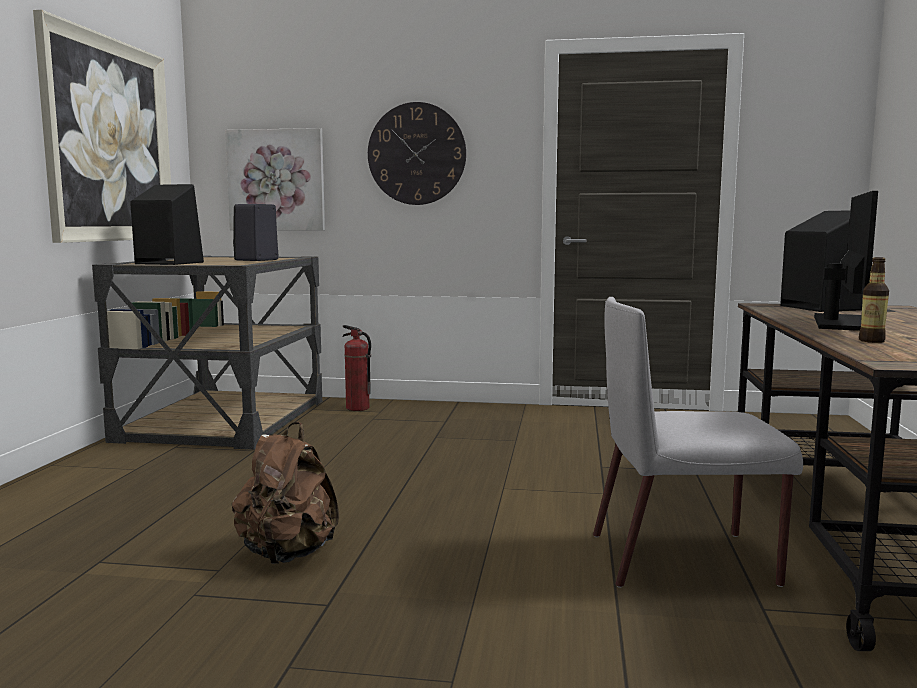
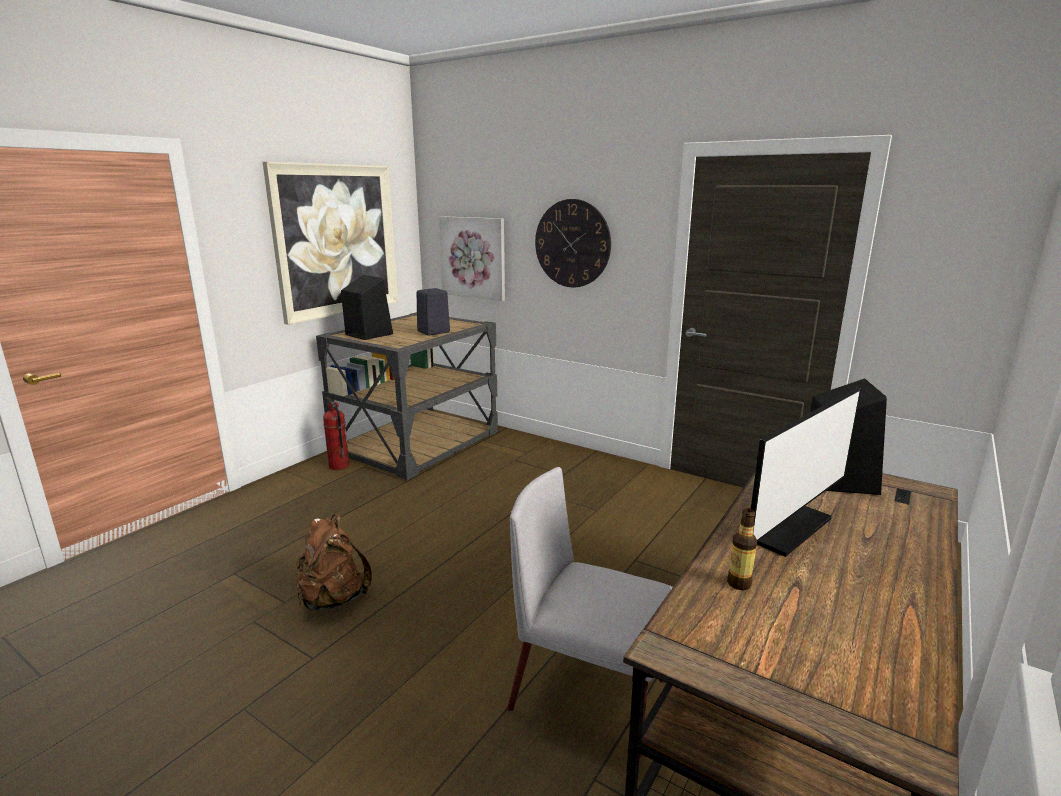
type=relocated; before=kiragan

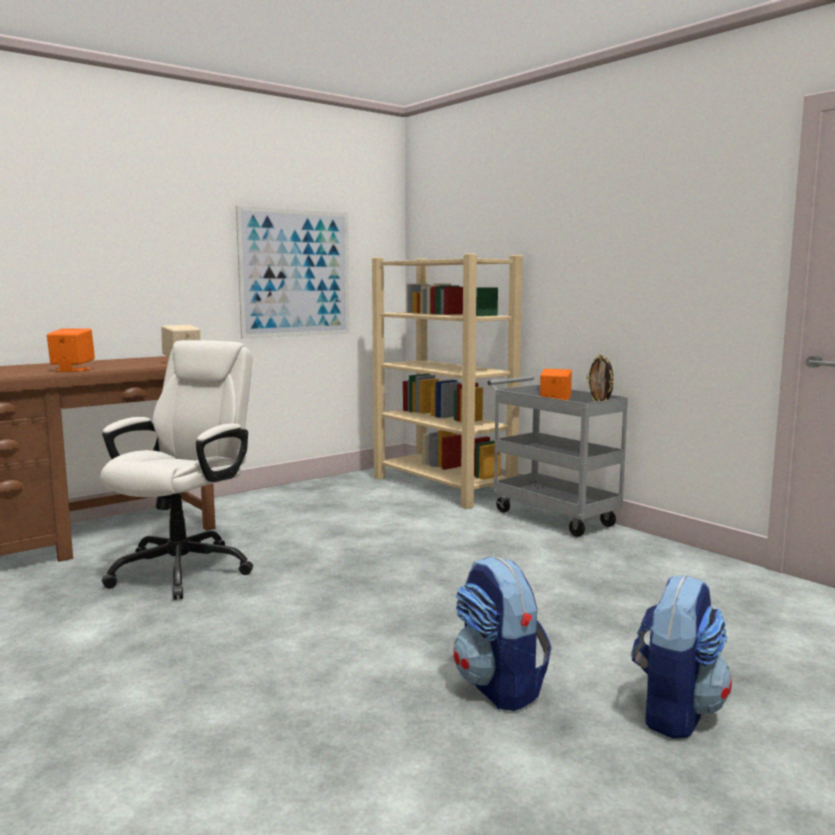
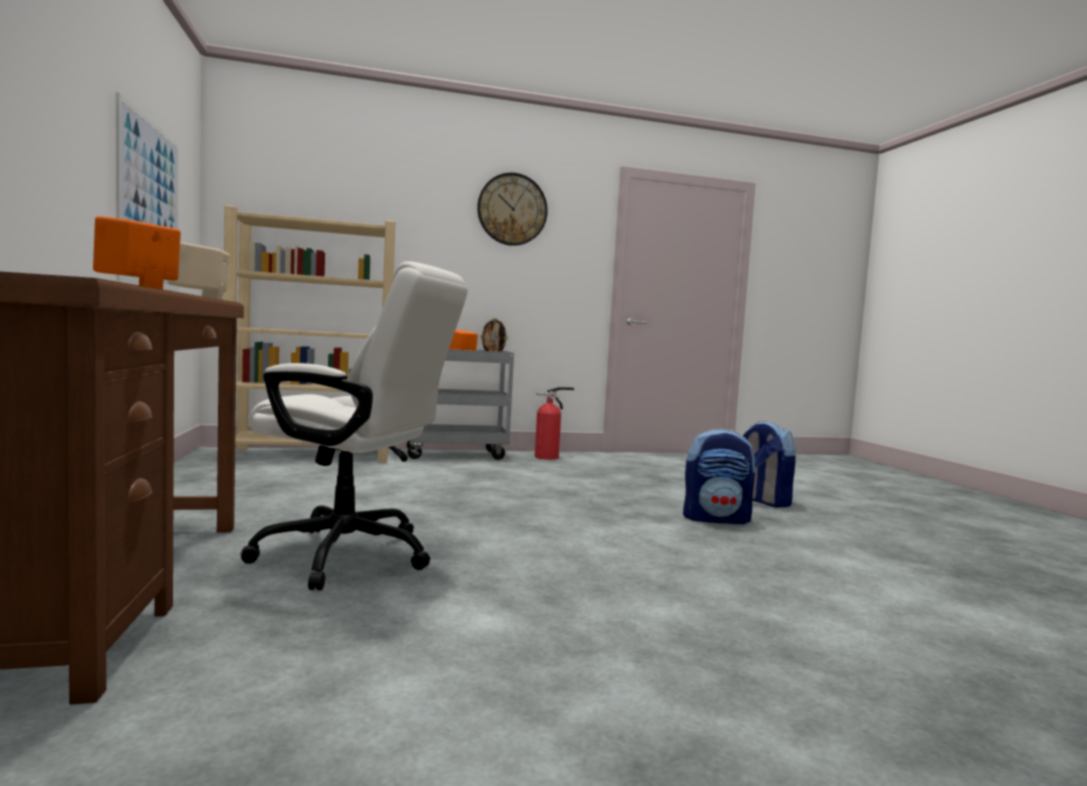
type=spun; before=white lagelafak; turn=150
type=appeared; after=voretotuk
type=appeared; after=kiragan

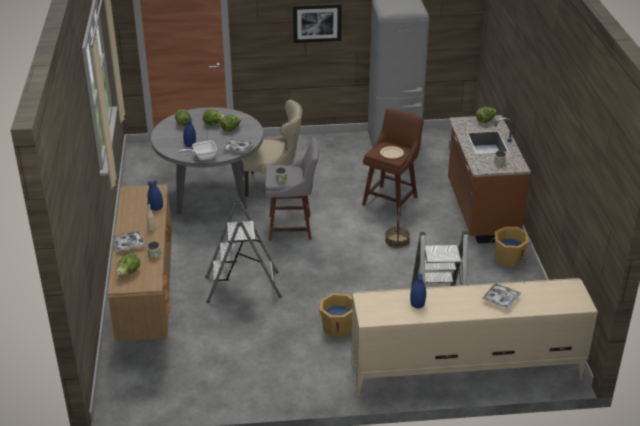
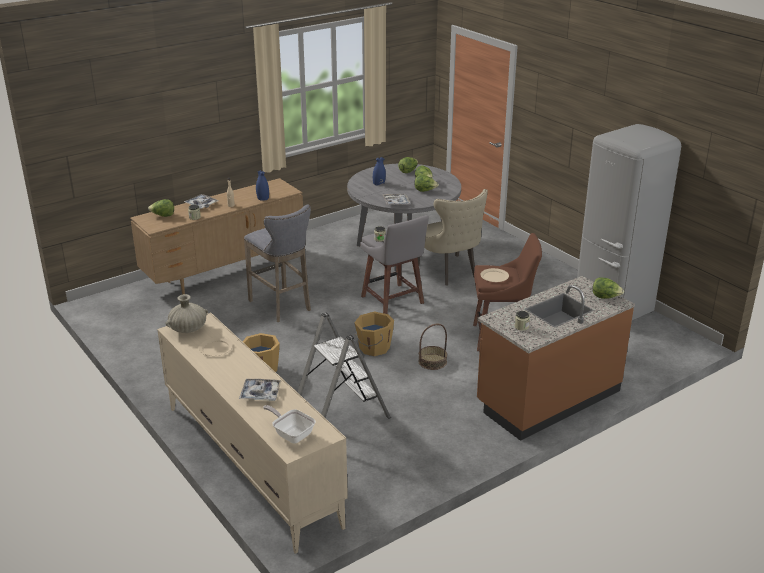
type=relocated; before=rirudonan
type=exchanged; before=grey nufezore (no. 1 from left); after=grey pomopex (no. 1 from left)
type=missing; before=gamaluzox
type=exchanged; before=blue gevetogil (no. 3 from left); after=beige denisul (no. 1 from left)
type=relocated; before=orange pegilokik (no. 2 from left)
type=appeared; after=beige gevetogil

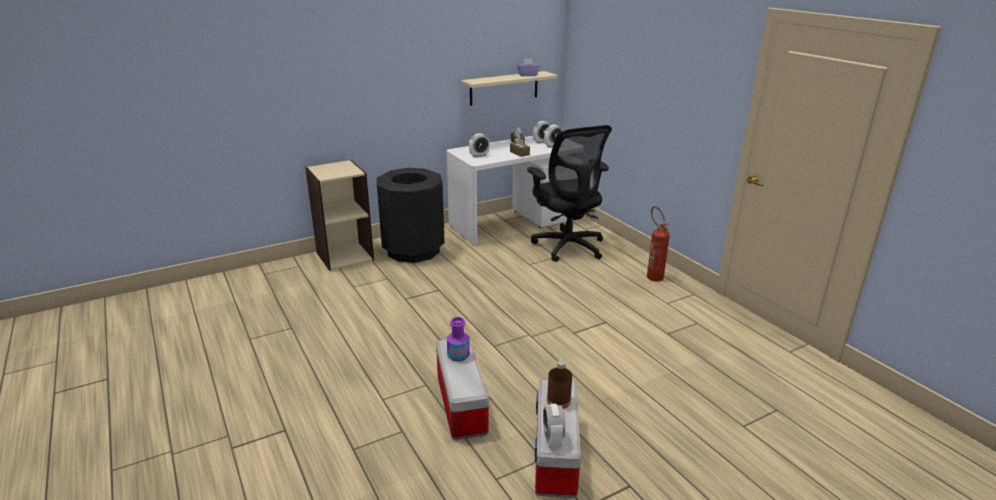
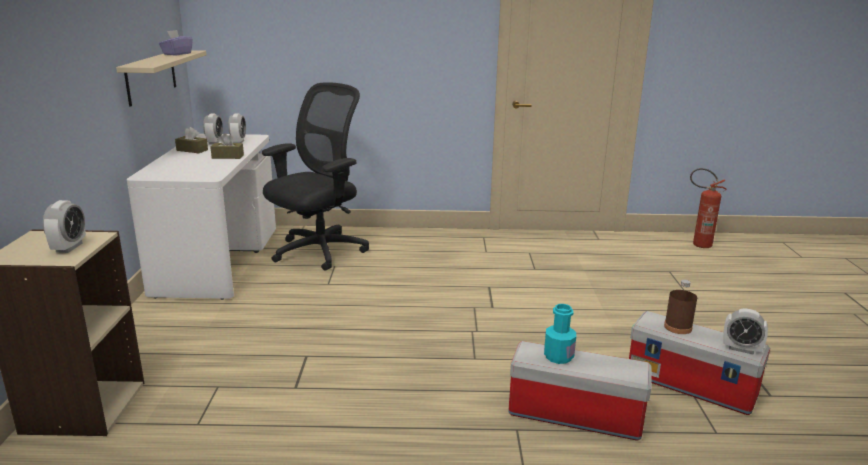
type=missing; before=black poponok
type=colour; before=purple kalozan; after=turquoise kalozan
type=relocated; before=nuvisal (no. 1 from left)
type=spun; before=black lagelafak; turn=-60
type=relocated; before=kiragan

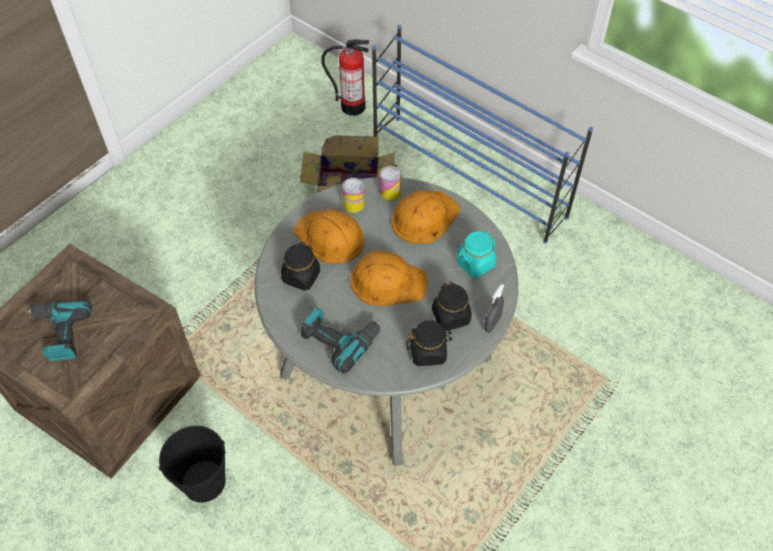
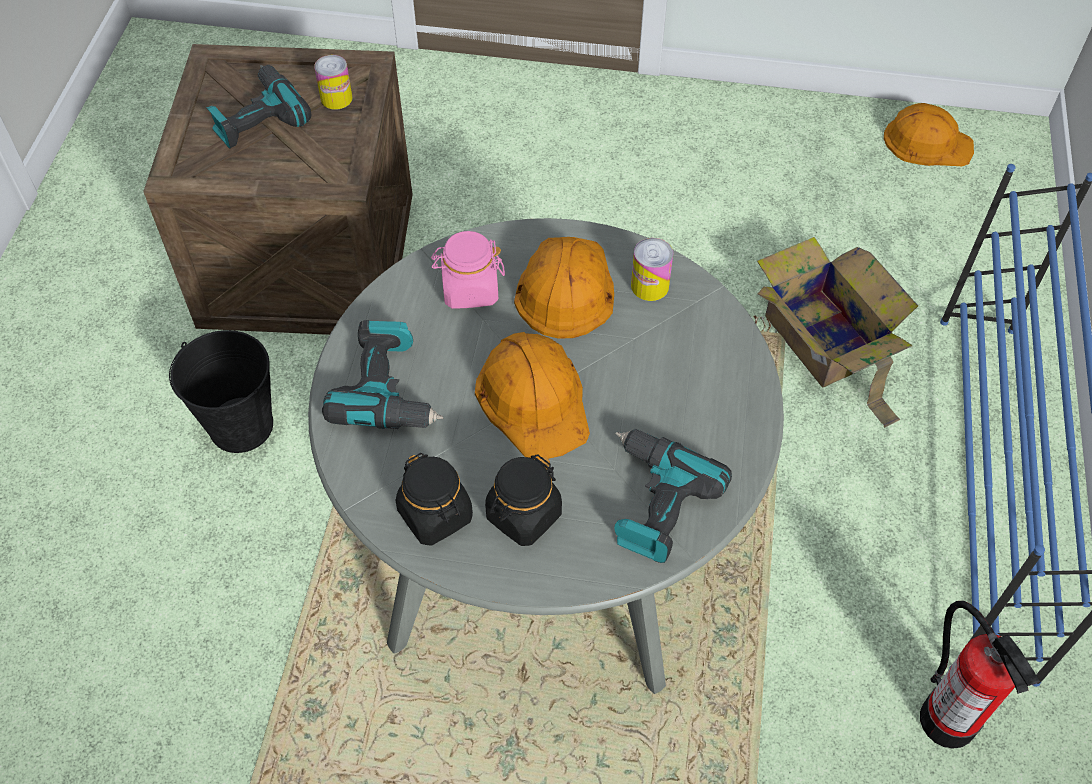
type=colour; before=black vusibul (no. 1 from left); after=pink vusibul
type=relocated; before=kiragan
type=relocated; before=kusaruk (no. 2 from left in the first image); after=kusaruk (no. 1 from left)
type=relocated; before=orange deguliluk (no. 3 from left)
type=exchanged; before=turquoise vusibul; after=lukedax (no. 3 from left)
type=missing; before=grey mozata

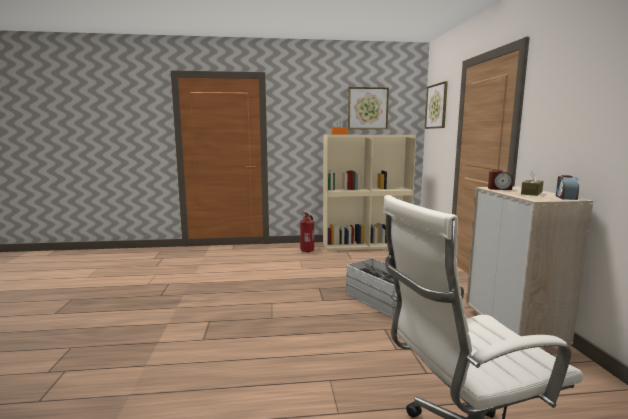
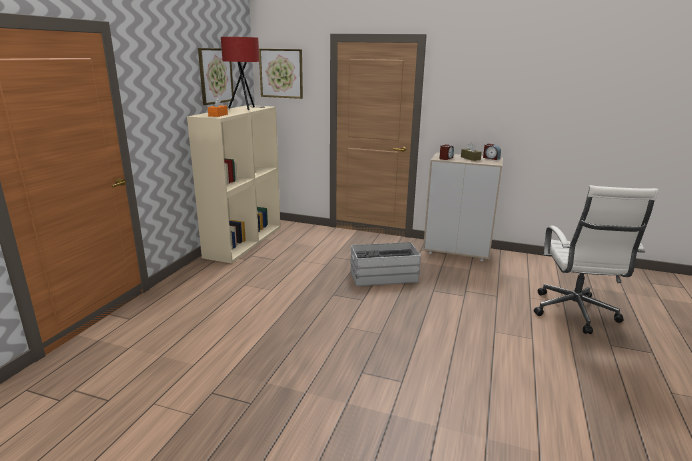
type=missing; before=kiragan
type=appeared; after=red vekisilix

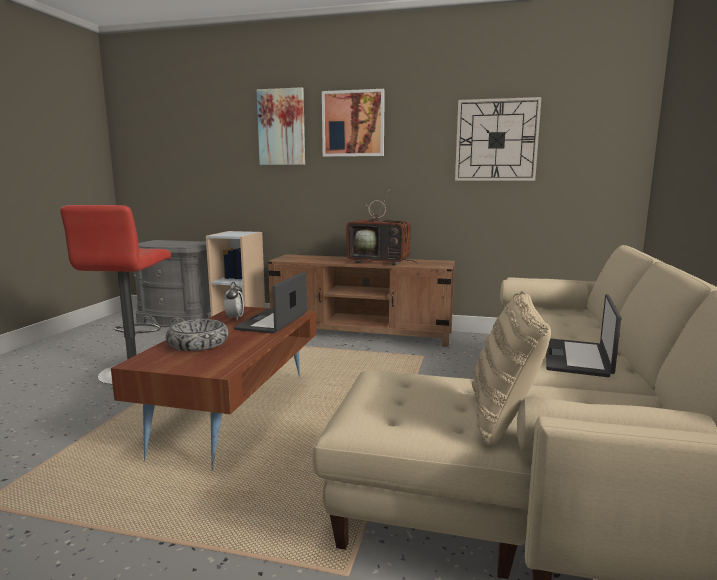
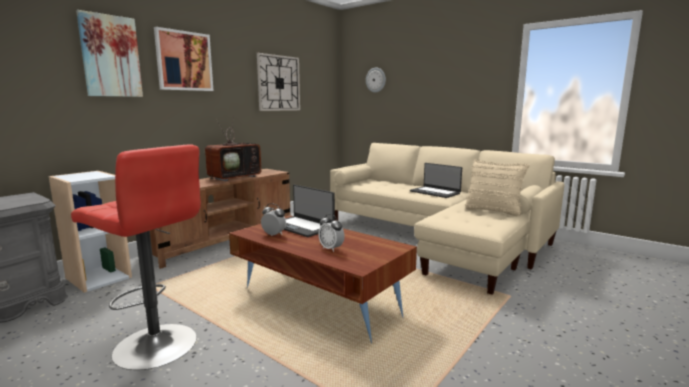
type=exchanged; before=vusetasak; after=nuvisal (no. 2 from left)
type=appeared; after=voretotuk (no. 2 from left)

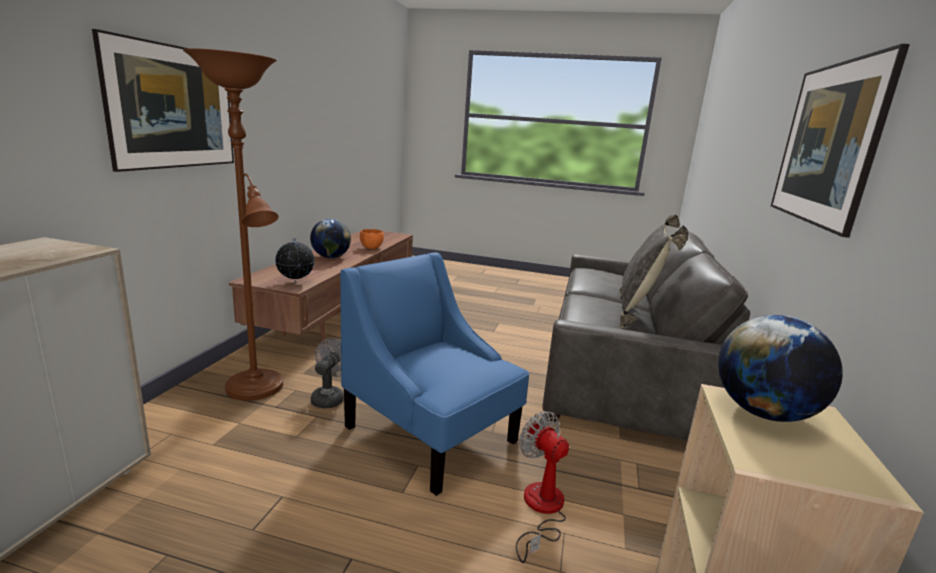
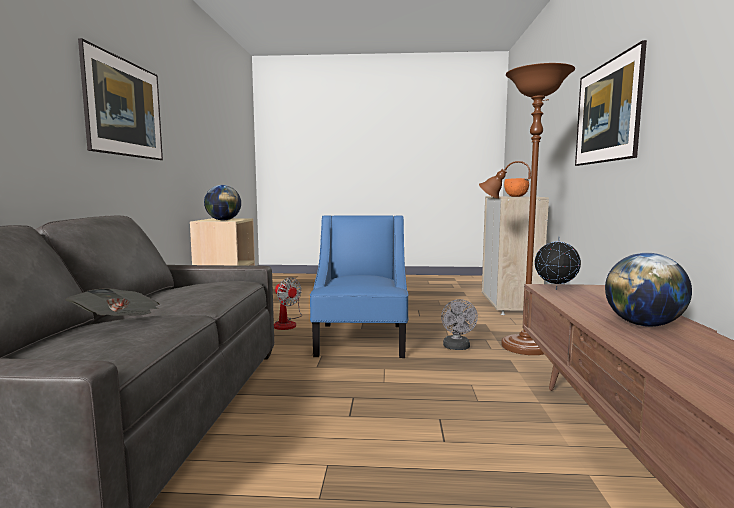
type=spun; before=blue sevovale; turn=-120
type=relocated; before=orange vusetasak
type=missing; before=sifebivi
type=appeared; after=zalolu

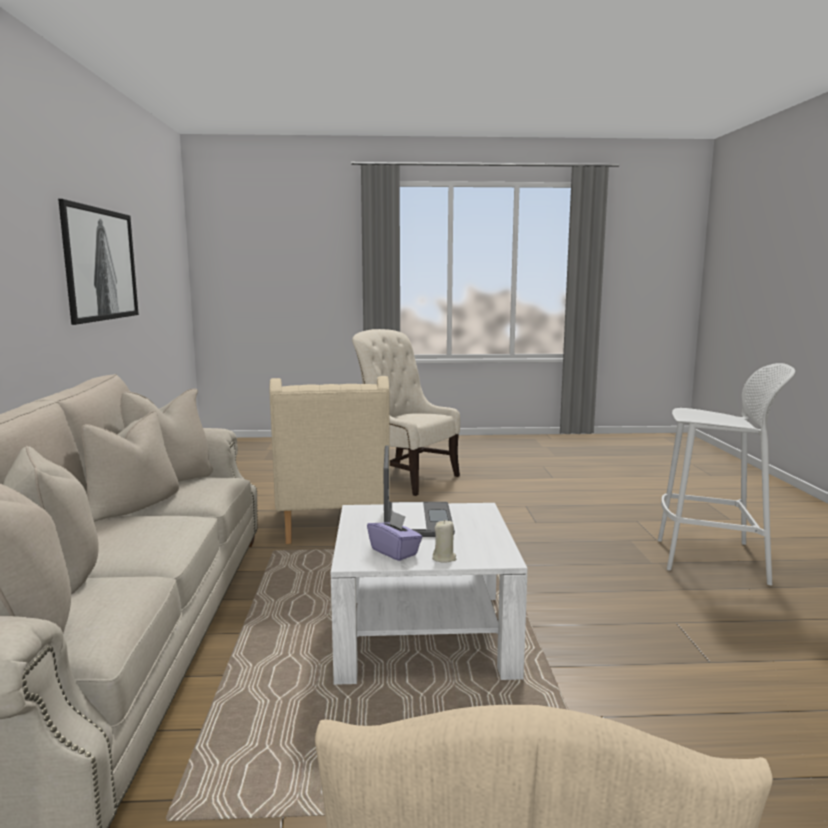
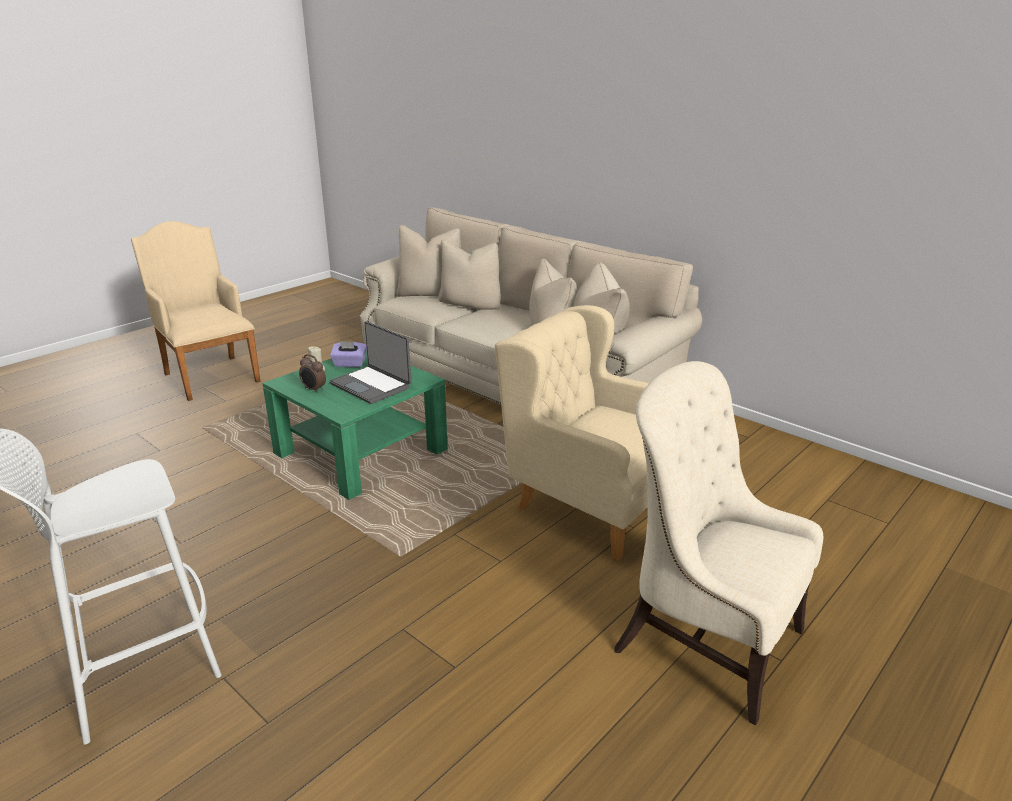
type=missing; before=gamaluzox
type=colour; before=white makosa; after=green makosa
type=spun; before=beige sevovale (no. 2 from left in the first image); turn=-135
type=appeared; after=nuvisal

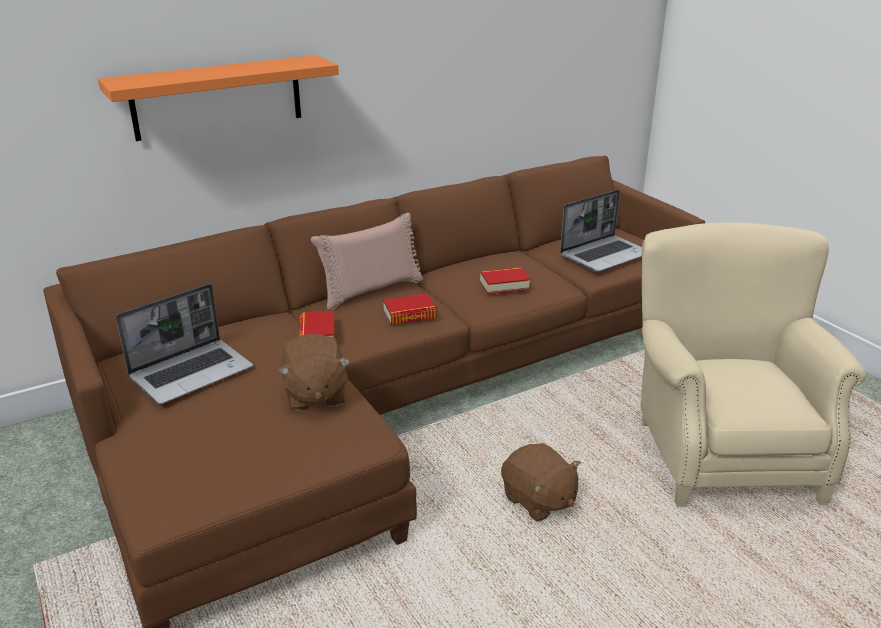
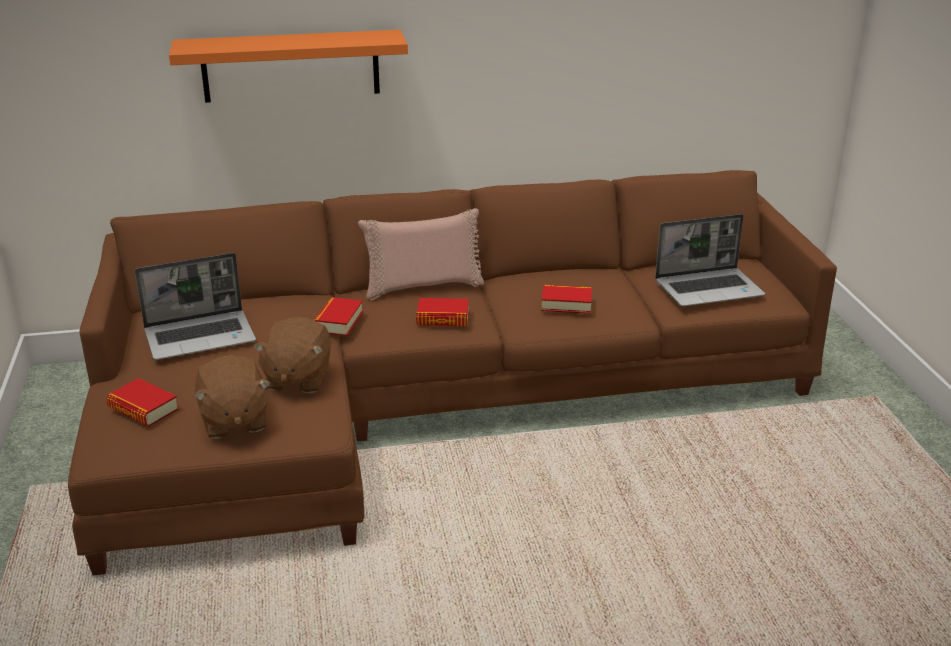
type=relocated; before=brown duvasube (no. 2 from left in the first image); after=brown duvasube (no. 1 from left)
type=missing; before=beige sevovale
type=appeared; after=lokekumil (no. 1 from left)

